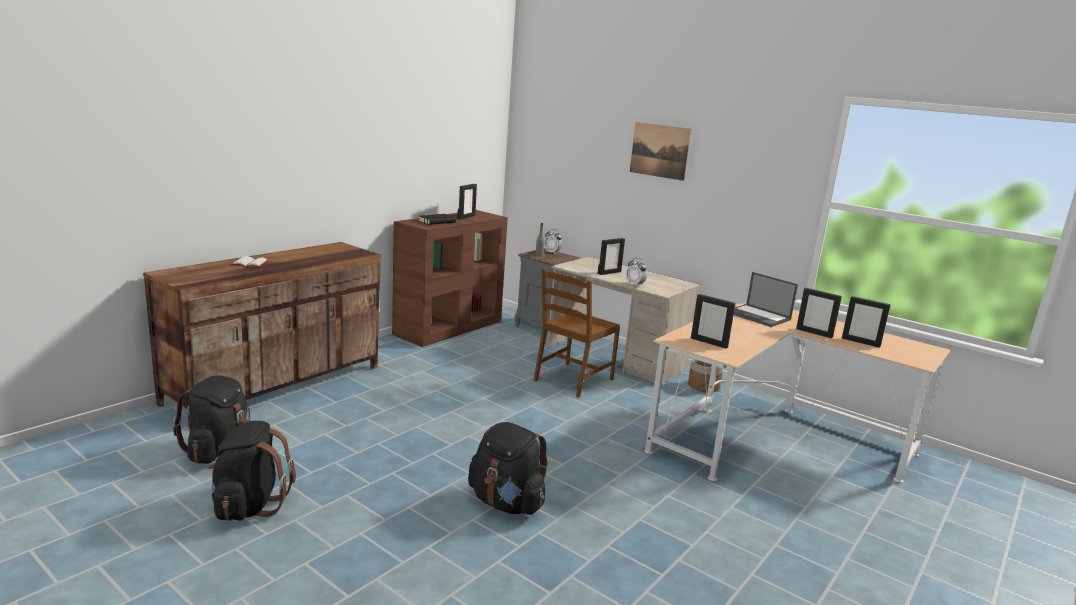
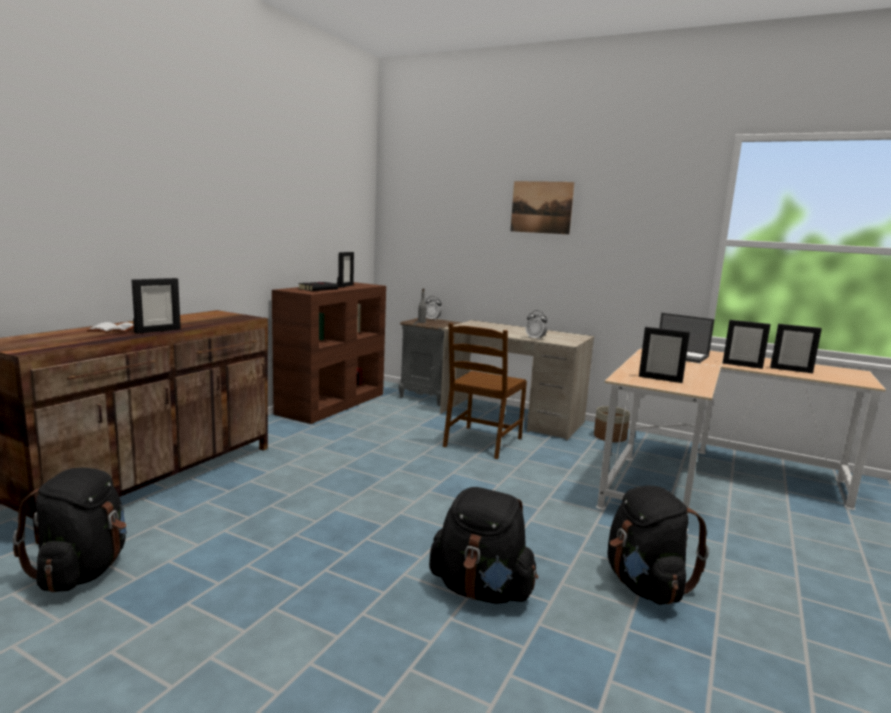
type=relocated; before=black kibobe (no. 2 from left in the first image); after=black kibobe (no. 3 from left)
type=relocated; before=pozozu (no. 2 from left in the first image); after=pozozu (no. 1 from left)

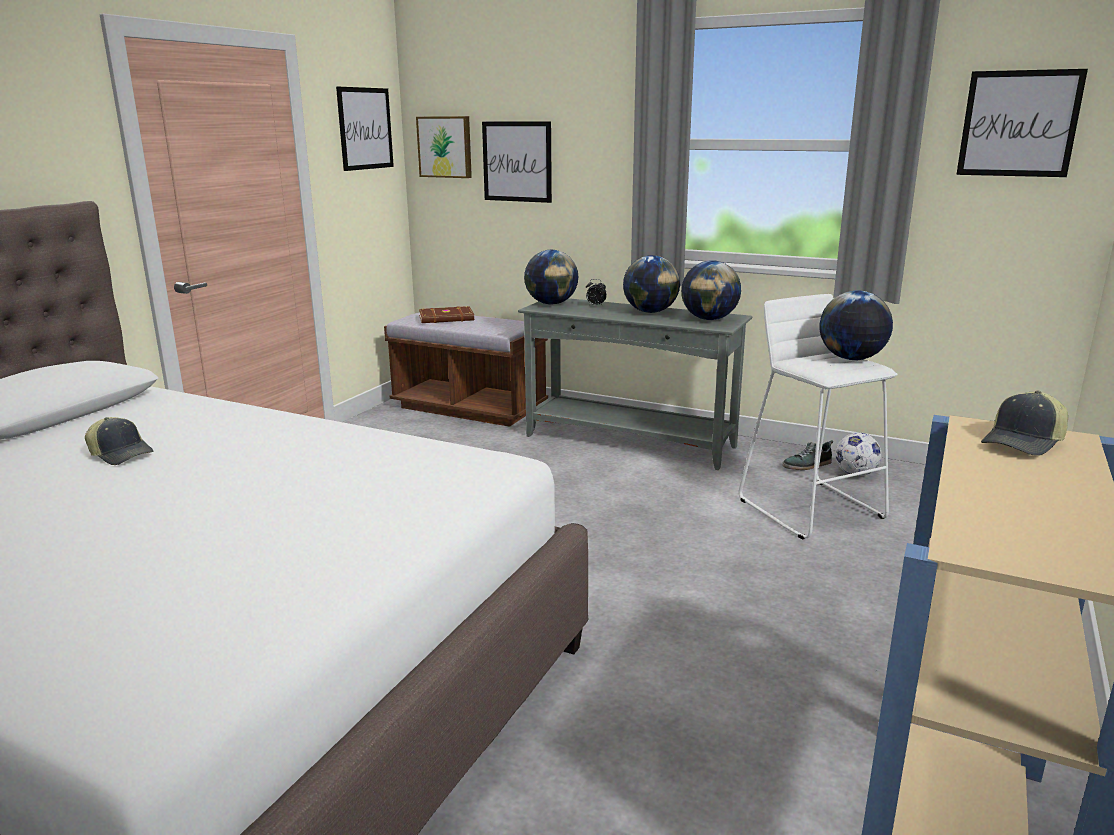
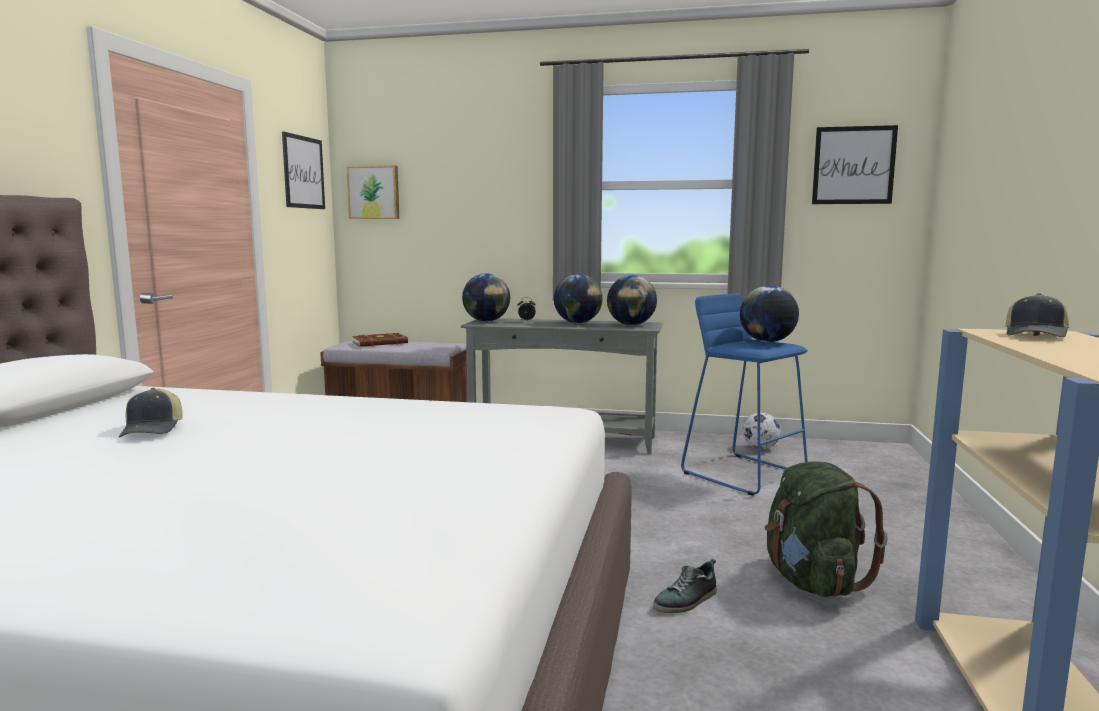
type=spun; before=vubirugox (no. 1 from left); turn=60
type=missing; before=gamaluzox (no. 3 from left)
type=colour; before=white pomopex; after=blue pomopex
type=relocated; before=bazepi
type=appeared; after=green kibobe

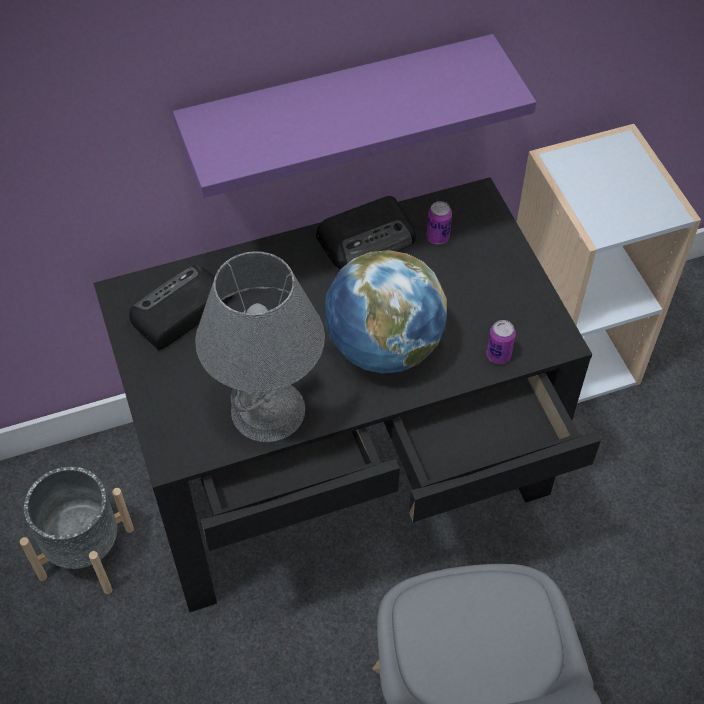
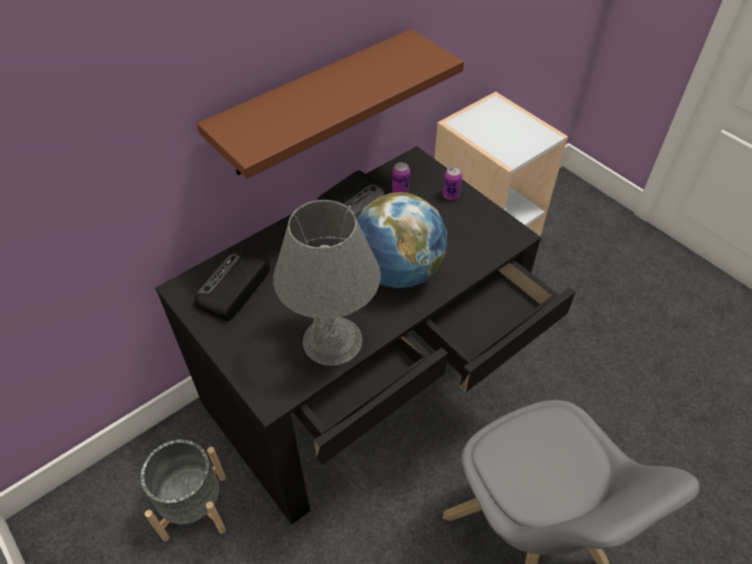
type=colour; before=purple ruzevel; after=brown ruzevel
type=relocated; before=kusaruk (no. 2 from left)

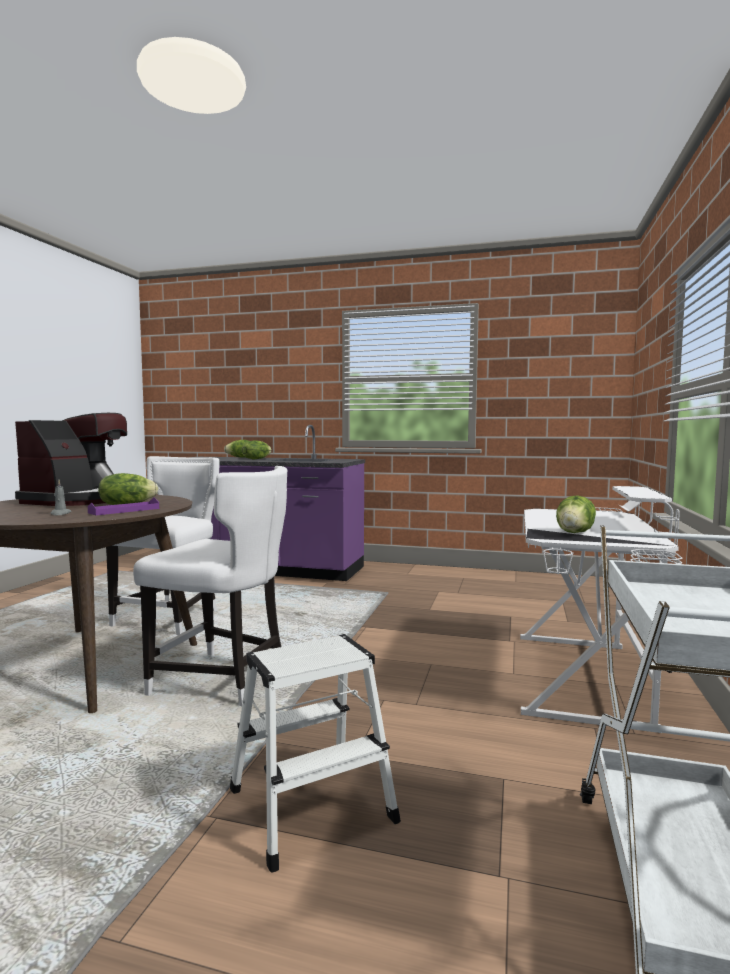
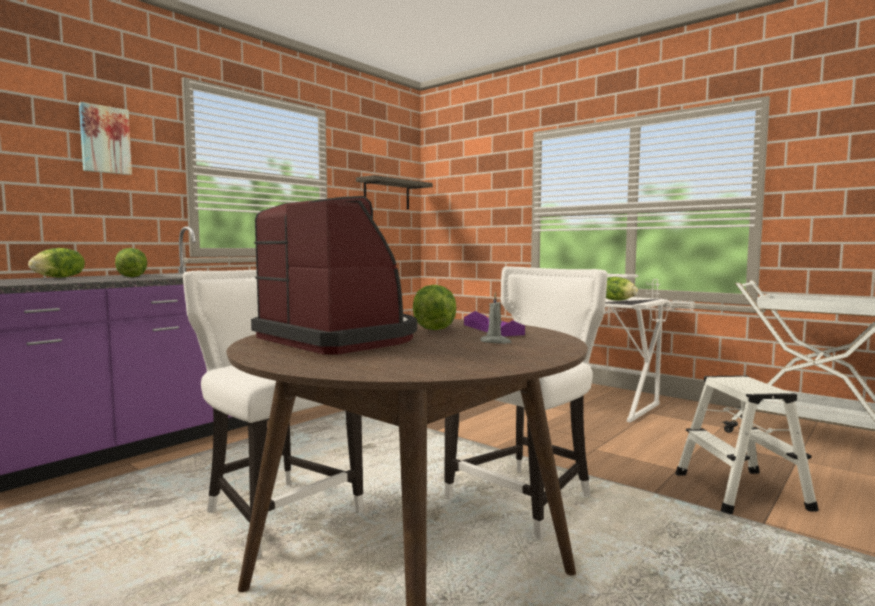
type=appeared; after=gamaluzox
type=appeared; after=ruzevel

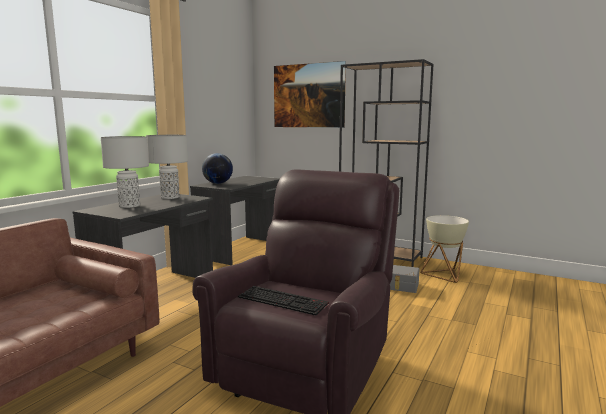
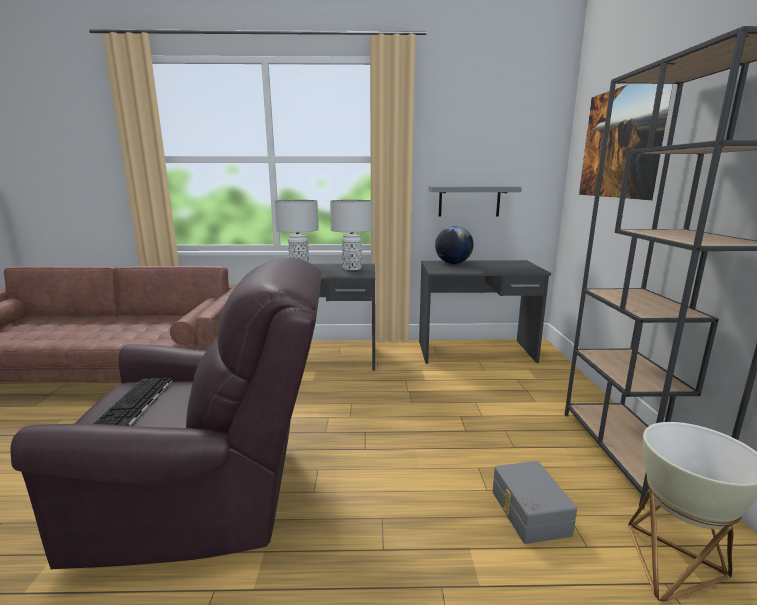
type=appeared; after=grey ruzevel

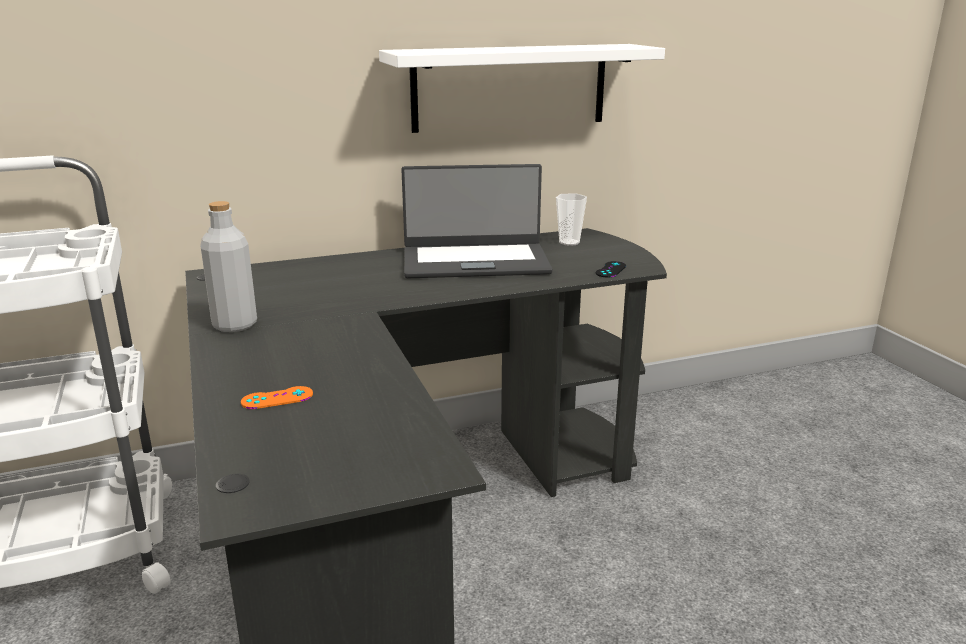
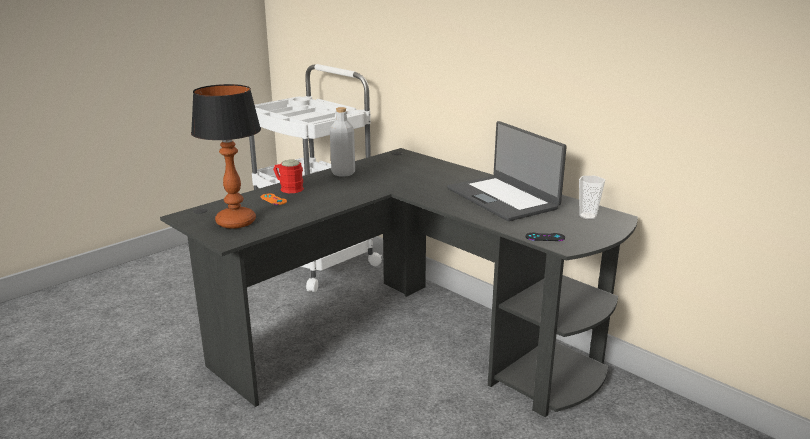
type=missing; before=white ruzevel
type=appeared; after=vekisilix
type=appeared; after=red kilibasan

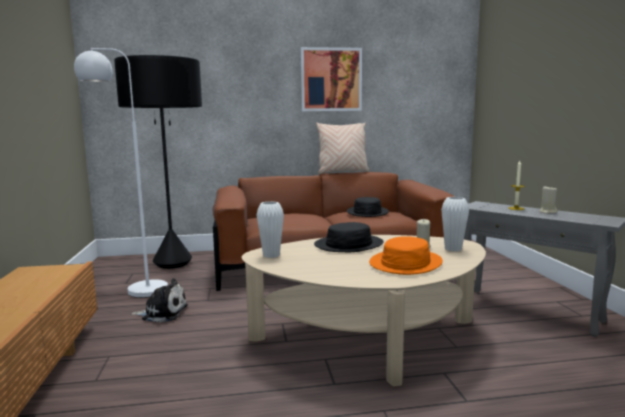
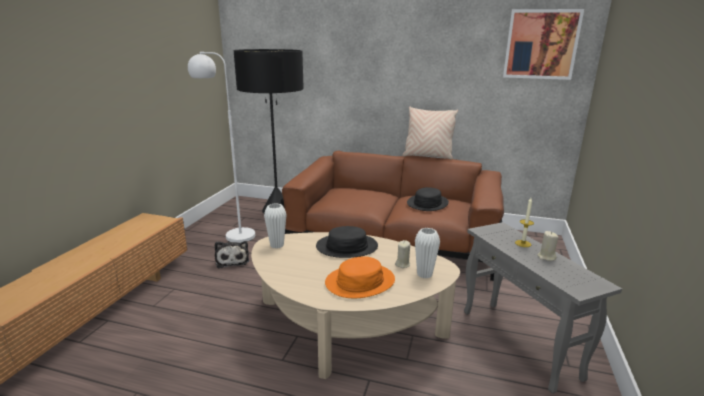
type=spun; before=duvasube; turn=45
type=relocated; before=gamaluzox

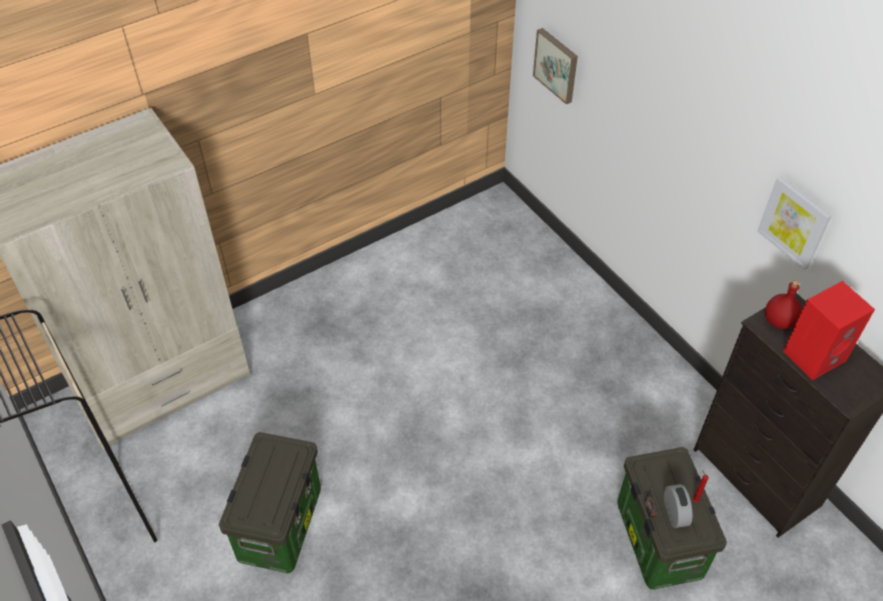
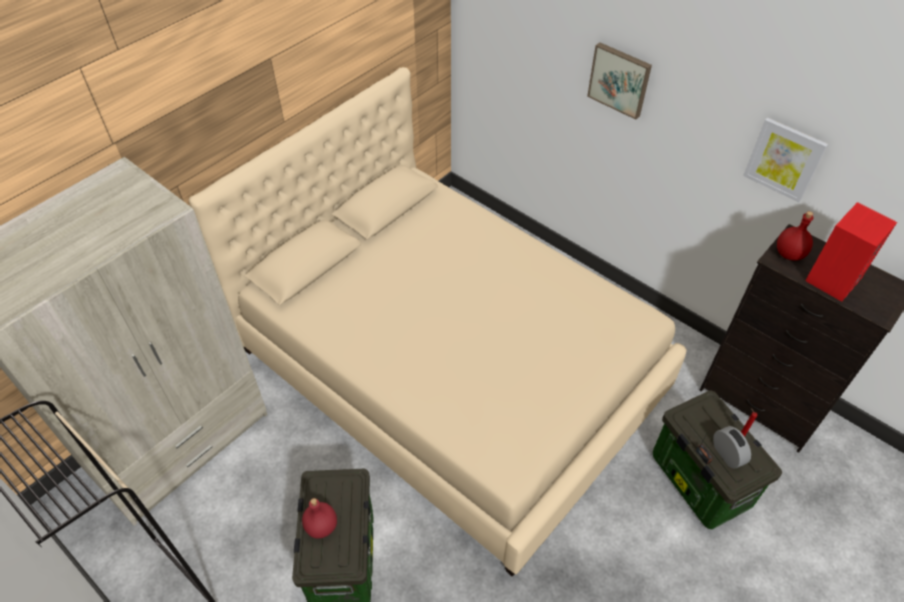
type=relocated; before=gamaluzox (no. 1 from left)
type=appeared; after=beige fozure
type=appeared; after=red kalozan (no. 1 from left)

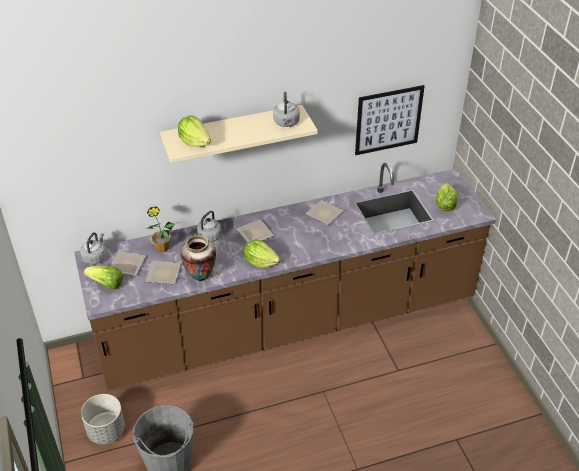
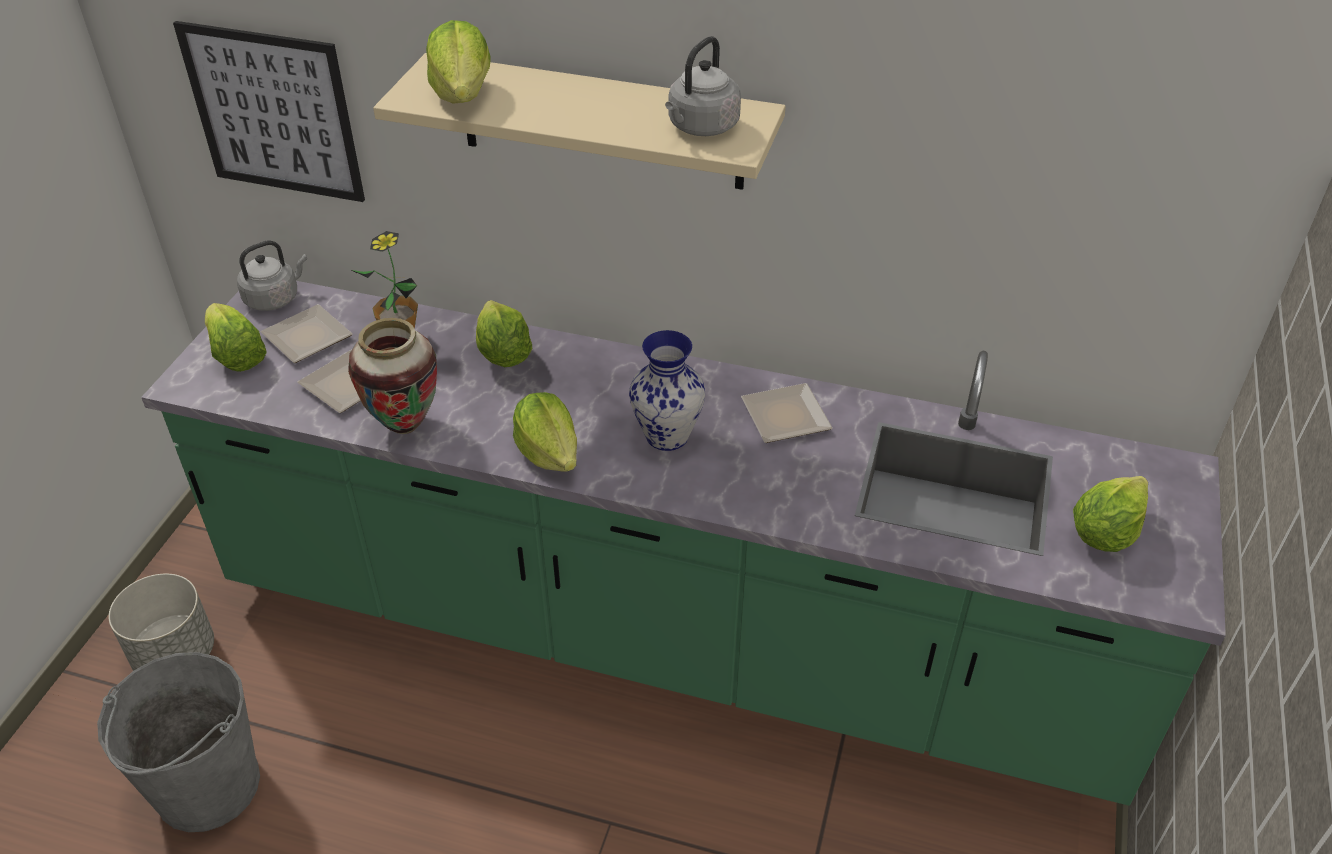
type=colour; before=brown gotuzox; after=green gotuzox
type=exchanged; before=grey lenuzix (no. 2 from left); after=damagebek (no. 3 from left)
type=missing; before=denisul (no. 3 from left)
type=relocated; before=gamaluzox
type=appeared; after=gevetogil (no. 2 from left)

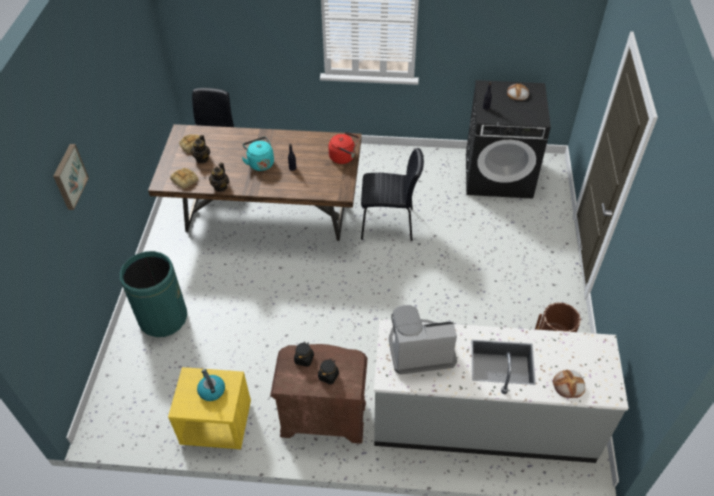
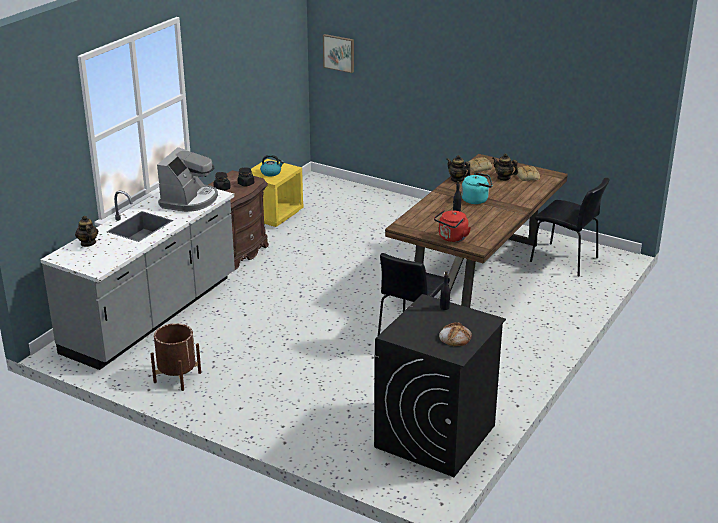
type=relocated; before=gamaluzox
type=missing; before=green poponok
type=exchanged; before=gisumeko (no. 4 from left); after=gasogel (no. 1 from left)

